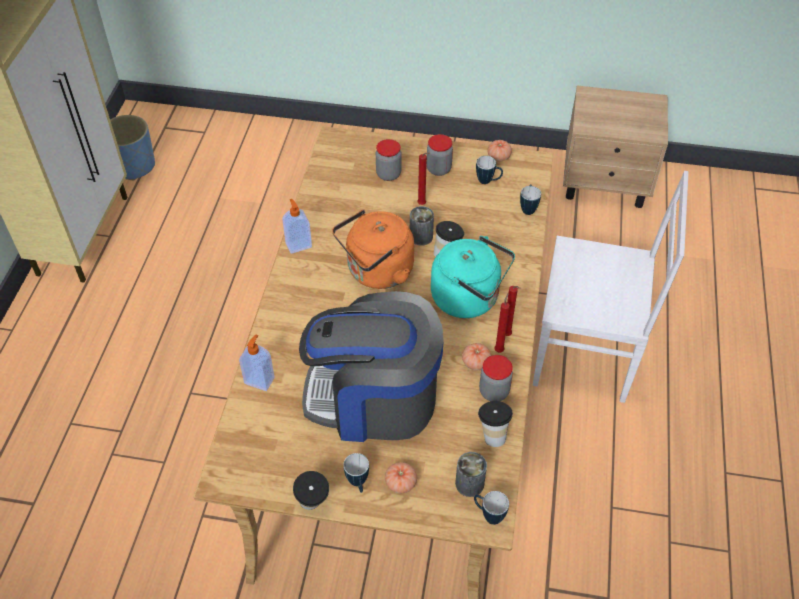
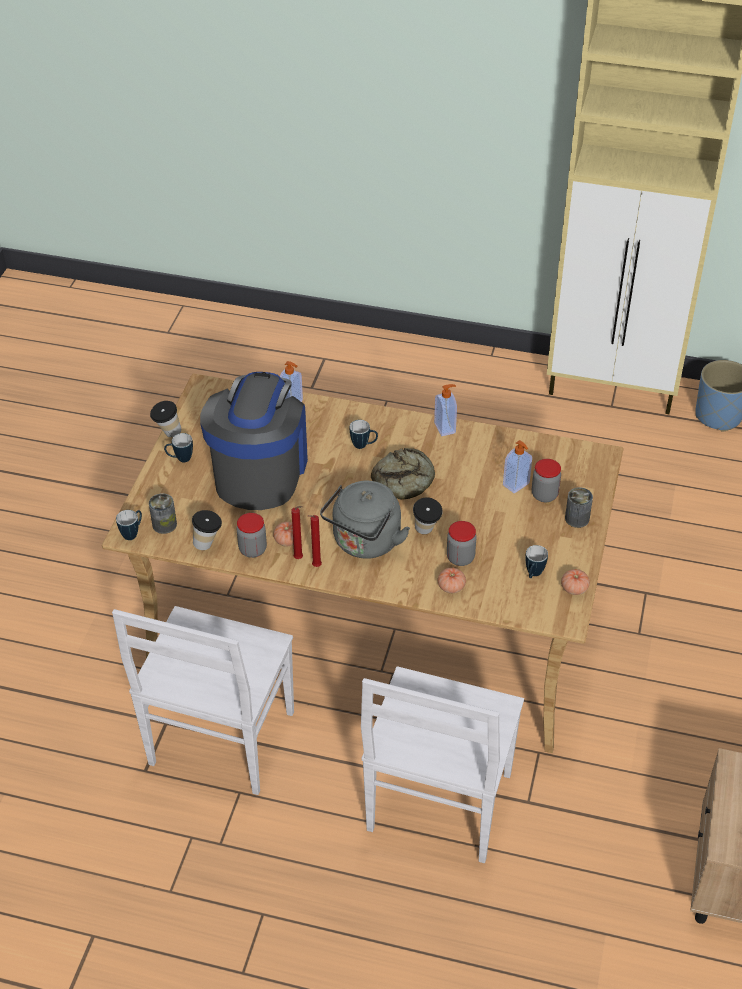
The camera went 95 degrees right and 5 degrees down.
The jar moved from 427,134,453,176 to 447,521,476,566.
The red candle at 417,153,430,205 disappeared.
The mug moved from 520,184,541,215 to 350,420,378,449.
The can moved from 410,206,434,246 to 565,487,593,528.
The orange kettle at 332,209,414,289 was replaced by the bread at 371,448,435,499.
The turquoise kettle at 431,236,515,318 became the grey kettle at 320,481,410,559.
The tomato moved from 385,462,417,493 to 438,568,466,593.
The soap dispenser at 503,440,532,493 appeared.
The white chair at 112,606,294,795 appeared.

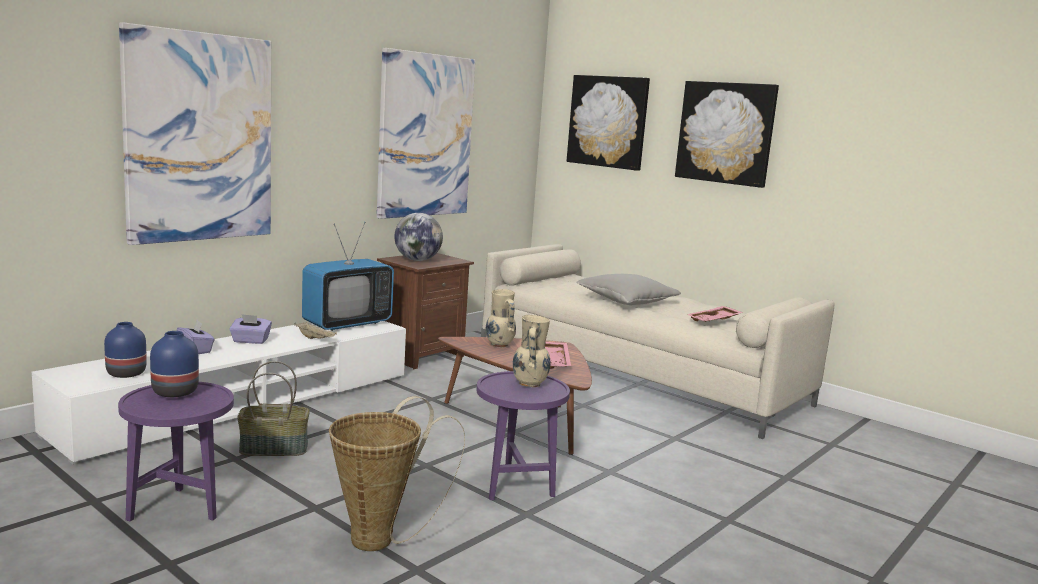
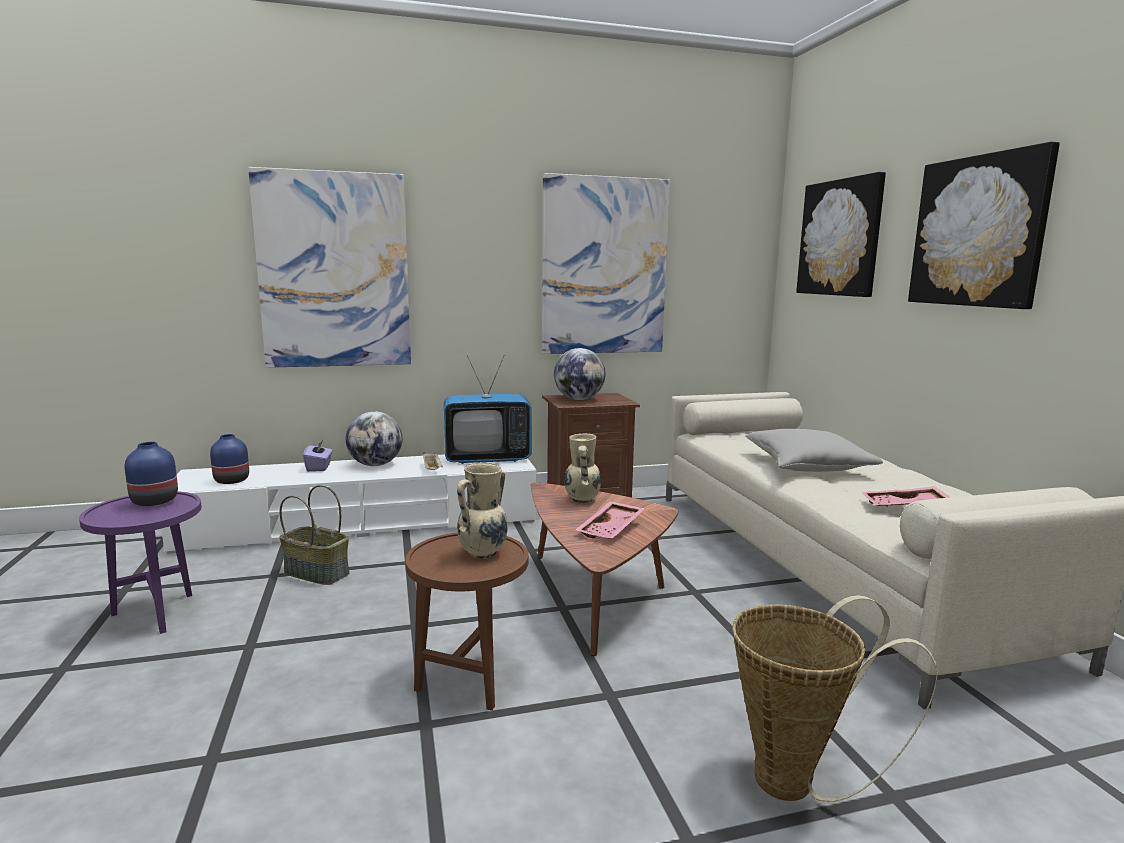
The camera went 35 degrees right and 0 degrees up.
The purple tissue box at 229,314,272,344 was replaced by the globe at 346,411,402,466.
The purple side table at 476,371,570,500 became the brown side table at 405,532,528,711.
The basket moved from 329,396,465,551 to 732,595,938,802.

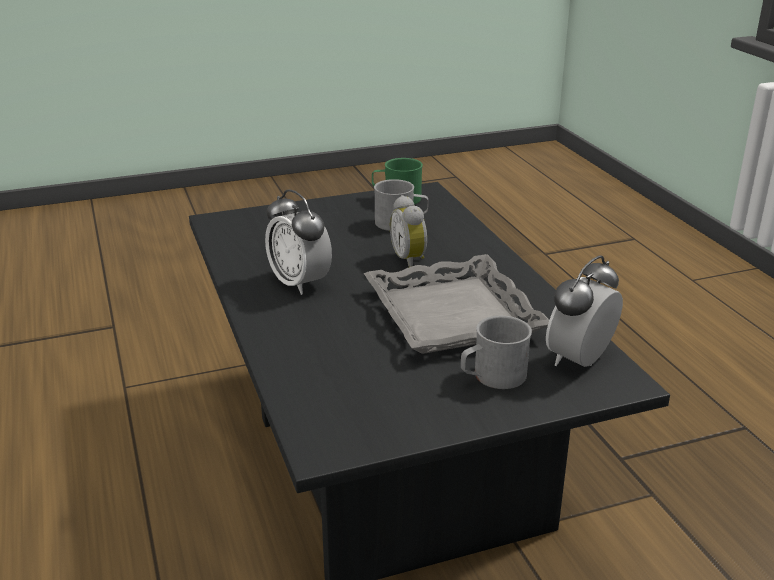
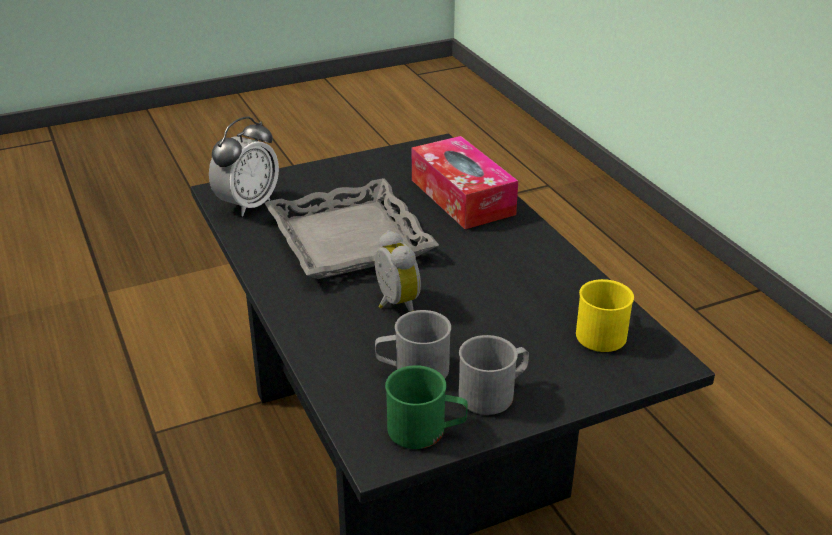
The camera went 175 degrees right and 5 degrees up.
The alarm clock at 265,190,332,295 disappeared.
The grey mug moved from 461,316,532,389 to 459,335,529,415.
The tissue box at 412,136,518,229 appeared.
The yellow mug at 576,279,634,352 appeared.

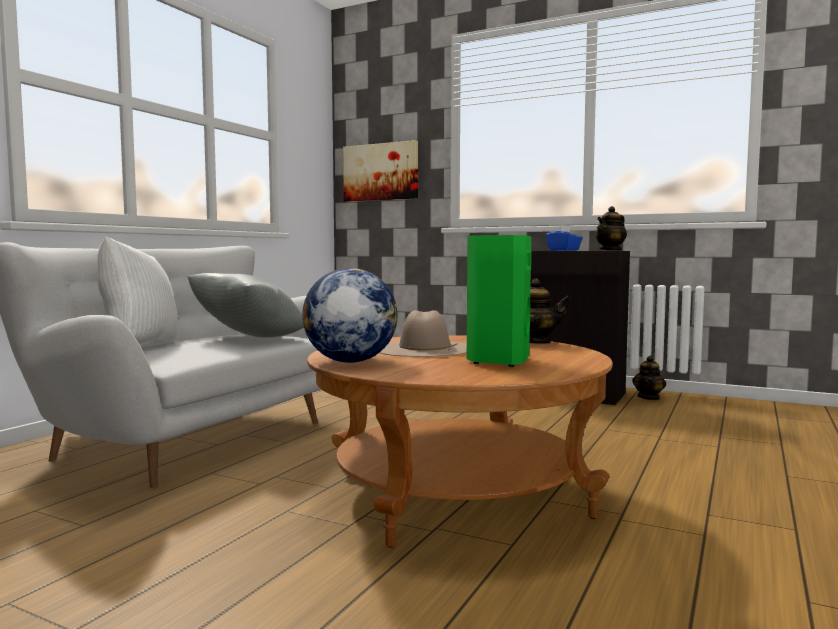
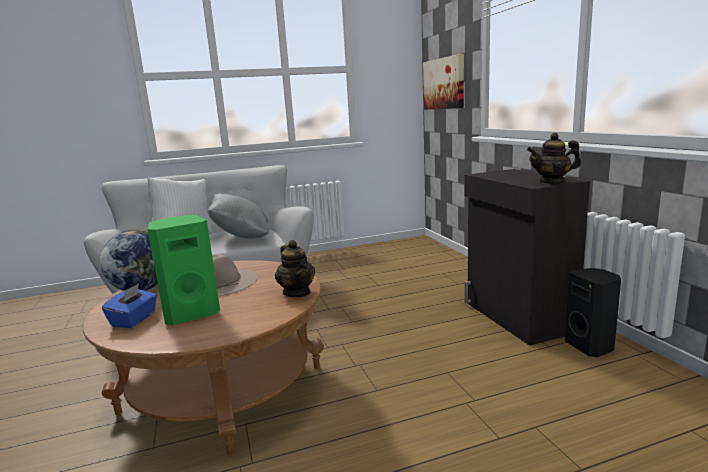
The camera went 45 degrees right and 10 degrees up.
The blue tissue box moved from 546,225,583,251 to 102,283,157,328.
The teapot at 632,355,666,400 was replaced by the black speaker at 565,268,621,357.

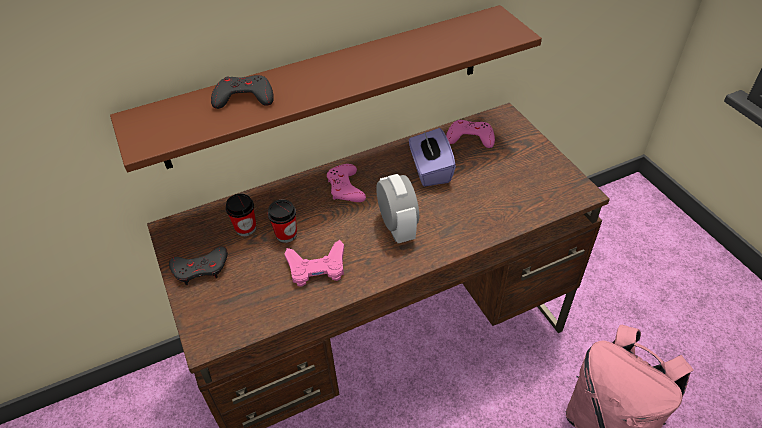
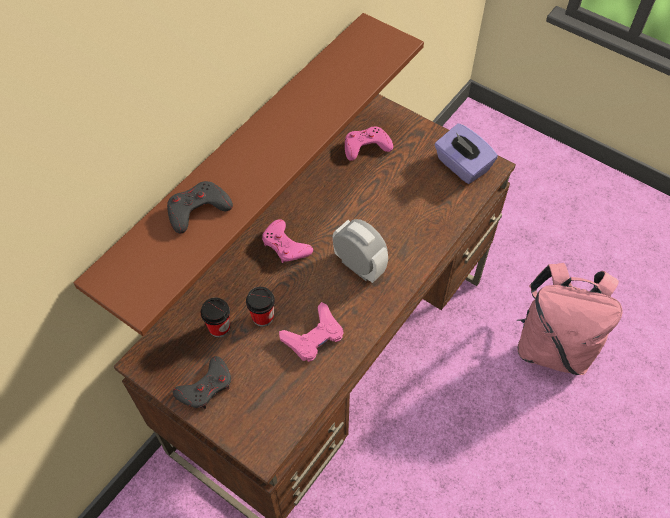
The camera went 30 degrees left and 10 degrees up.
The purple tissue box moved from 409,128,456,186 to 435,123,498,184.

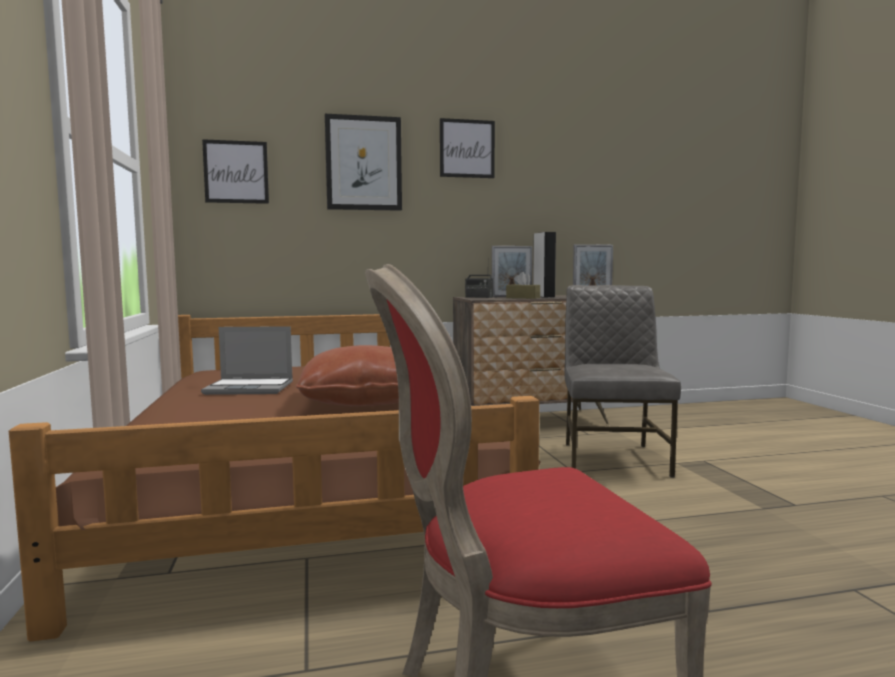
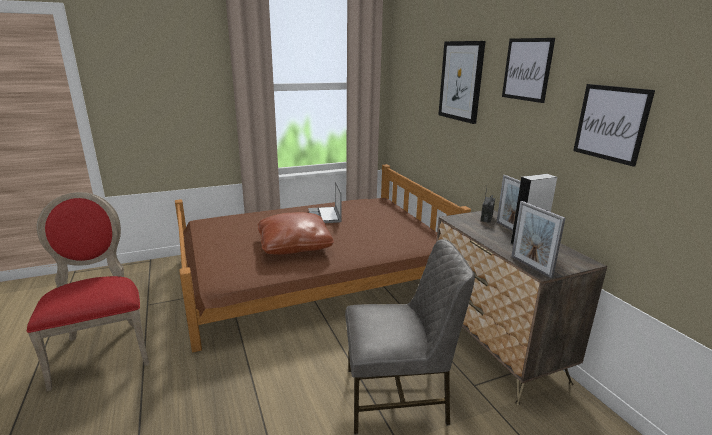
The camera went 80 degrees right and 15 degrees up.
The picture moved from 202,139,269,204 to 573,84,655,167.
The brown tissue box at 506,272,540,299 disappeared.

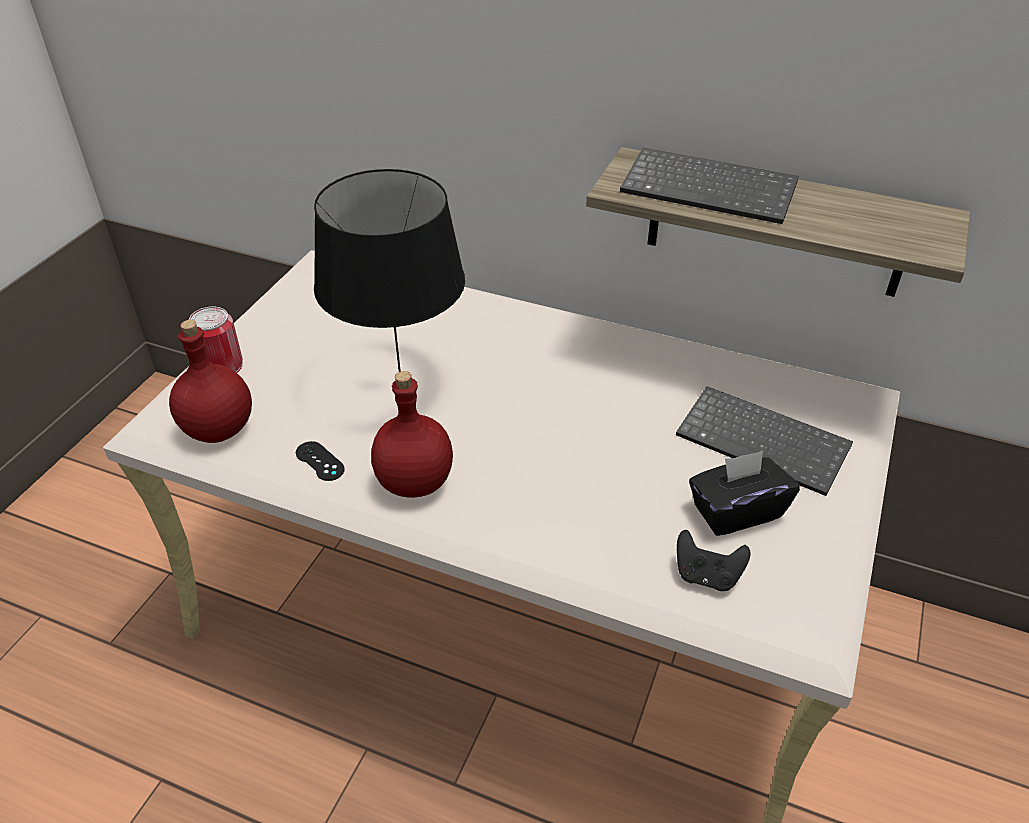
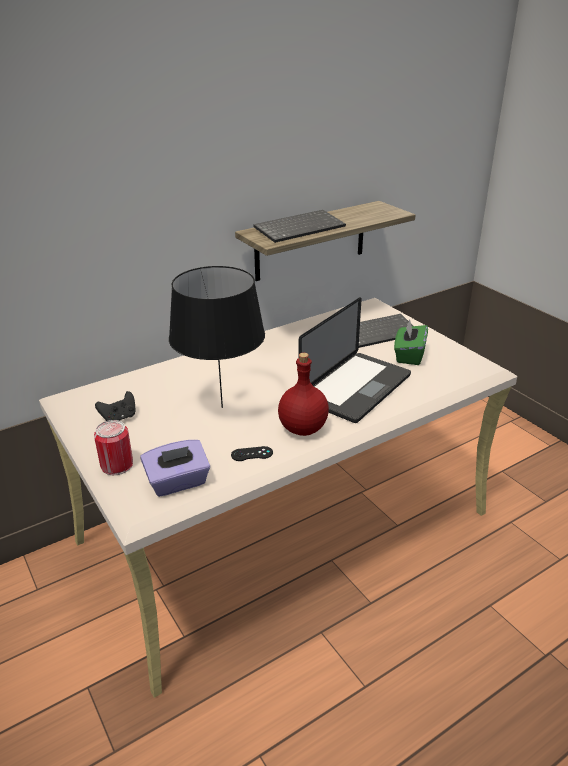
The camera went 55 degrees left and 10 degrees down.
The red bottle at 169,320,252,443 was replaced by the purple tissue box at 140,440,210,497.
The black tissue box at 689,451,800,536 became the green tissue box at 394,319,428,365.
The black game controller moved from 677,530,751,591 to 95,391,136,421.
The laptop at 298,297,411,423 appeared.

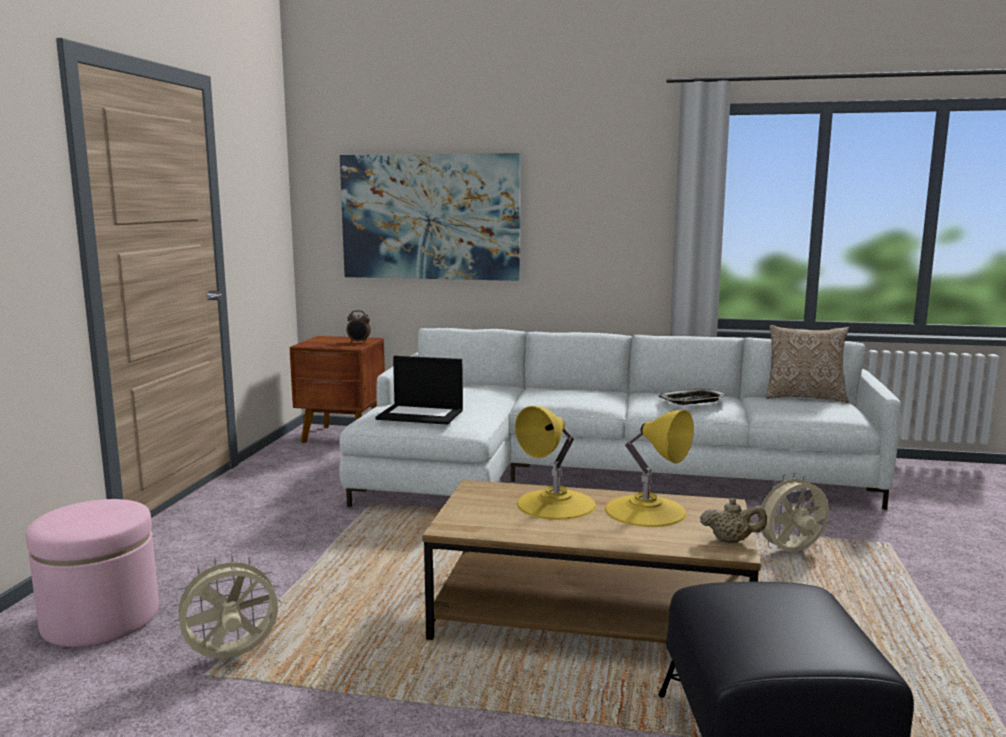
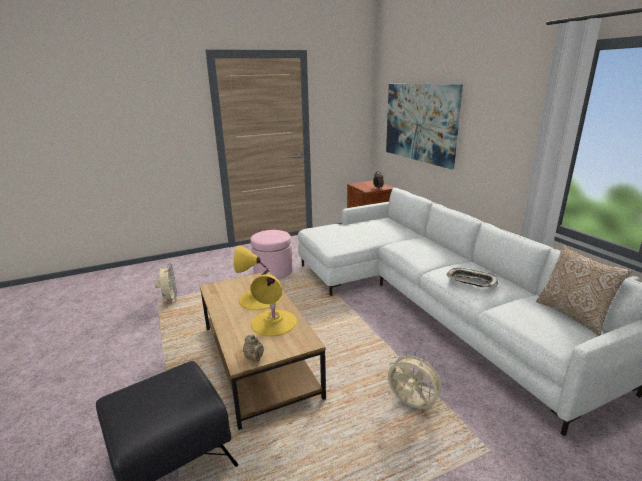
The camera went 55 degrees right and 10 degrees up.
The laptop at 375,356,463,425 disappeared.
The pink ottoman moved from 26,499,159,647 to 250,230,292,279.
The beige fan at 171,554,281,658 turned 45 degrees clockwise.

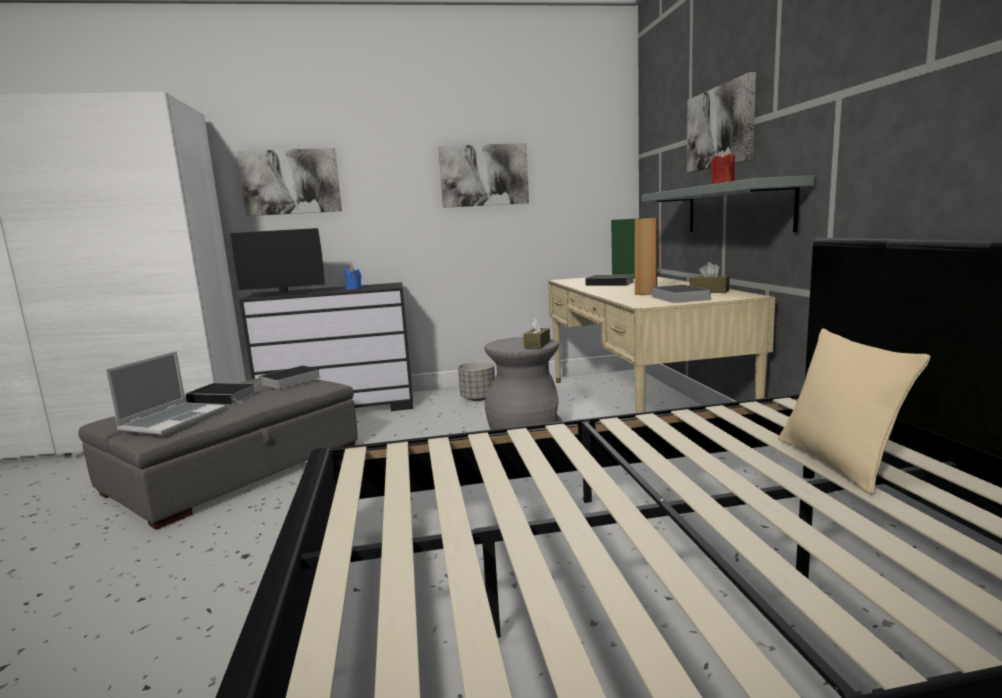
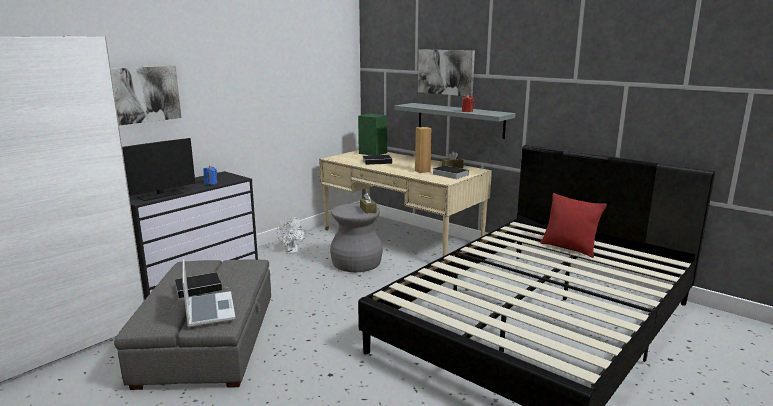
The camera went 40 degrees left and 5 degrees up.
The picture at 438,143,529,208 disappeared.
The beige pillow at 778,328,930,495 became the red pillow at 540,193,607,258.
The grey planter at 458,361,495,401 was replaced by the white fan at 277,217,306,254.
The book at 255,365,321,389 disappeared.

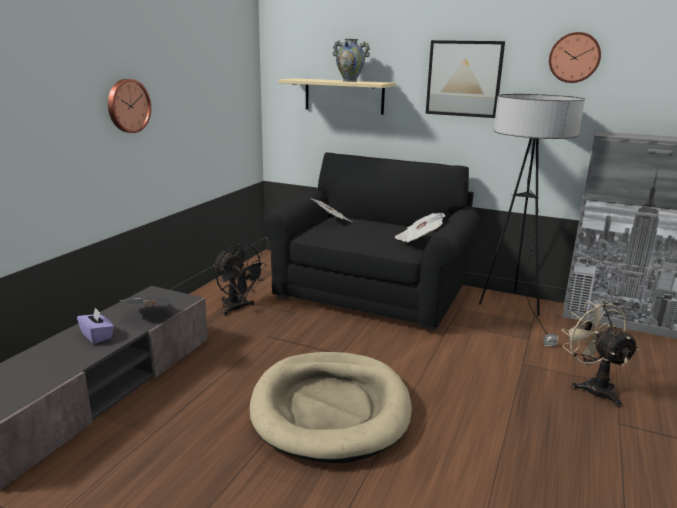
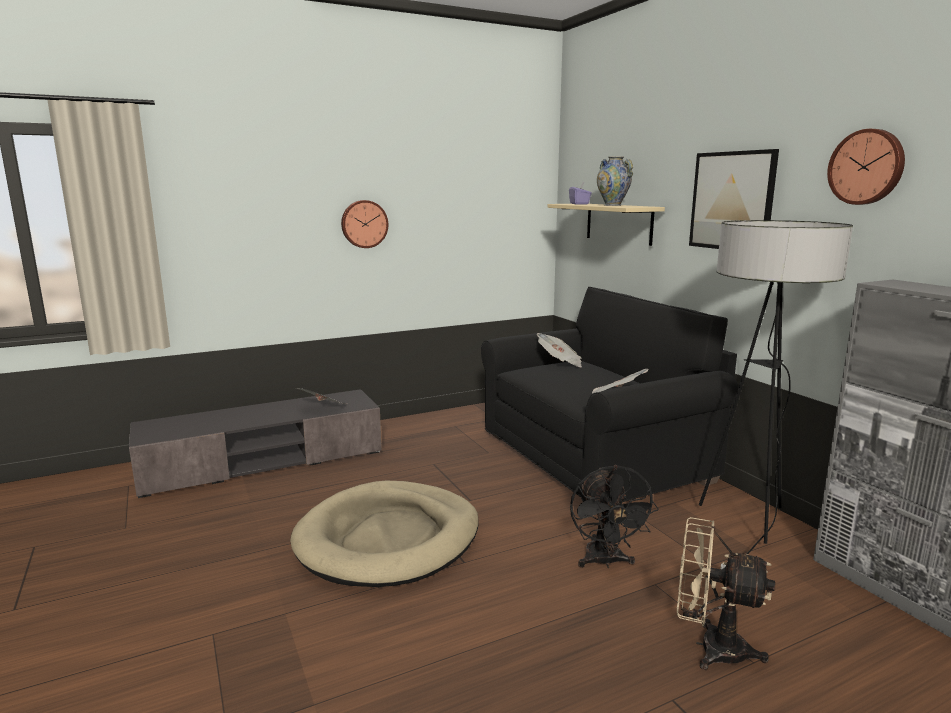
The camera went 40 degrees right and 5 degrees down.
The black fan moved from 213,244,267,315 to 570,465,659,569.
The beige fan at 562,299,639,407 turned 90 degrees counterclockwise.
The purple tissue box moved from 77,308,114,344 to 569,182,592,204.

